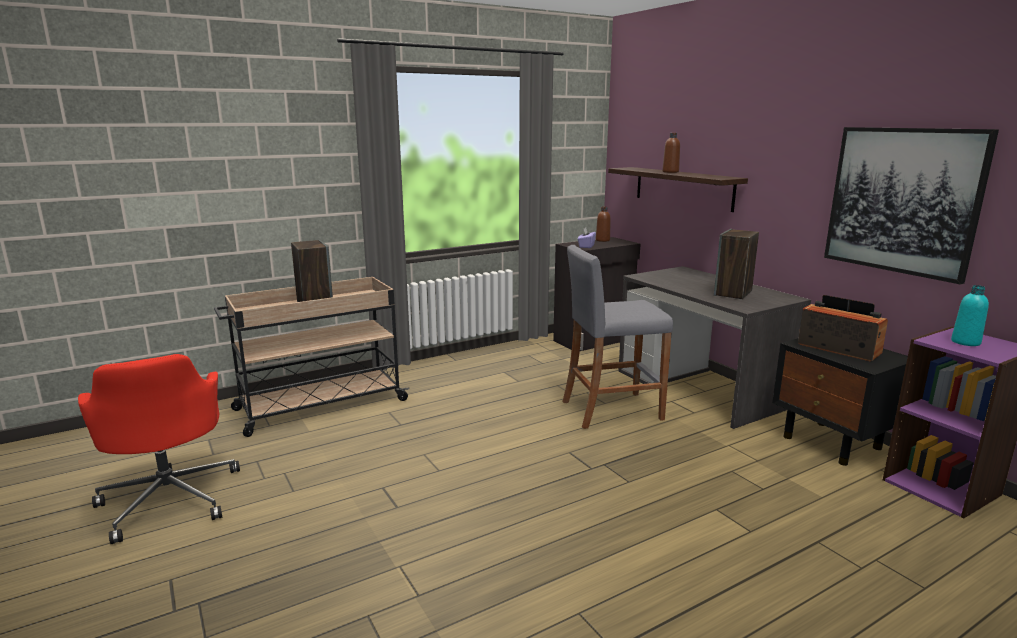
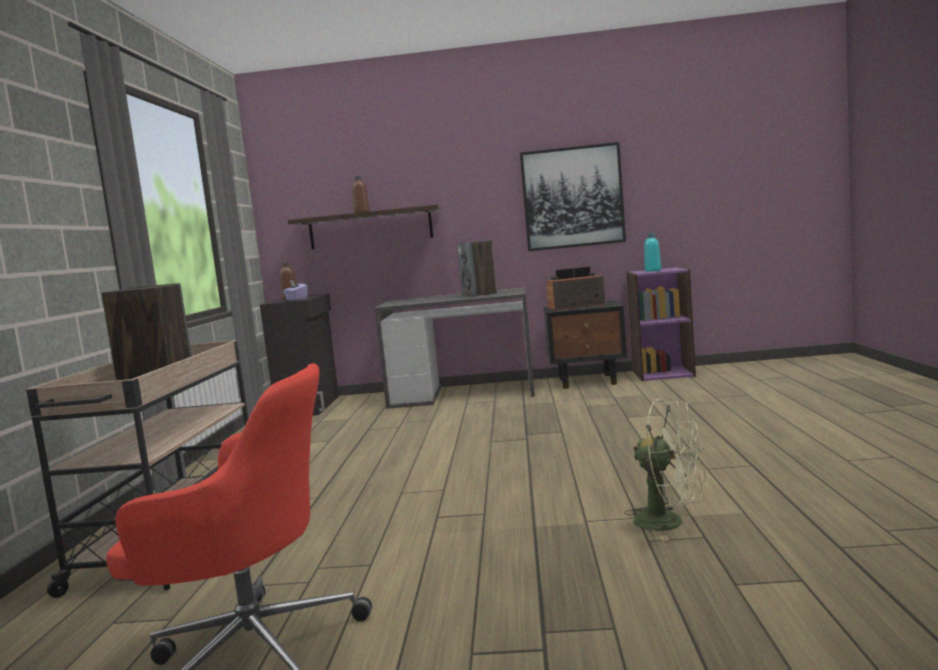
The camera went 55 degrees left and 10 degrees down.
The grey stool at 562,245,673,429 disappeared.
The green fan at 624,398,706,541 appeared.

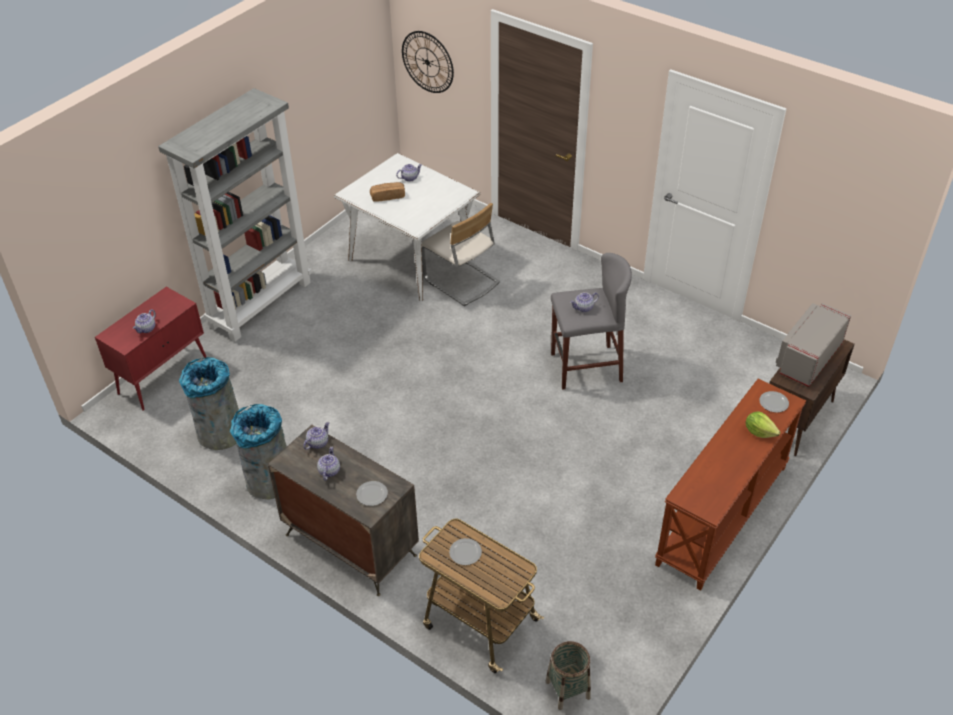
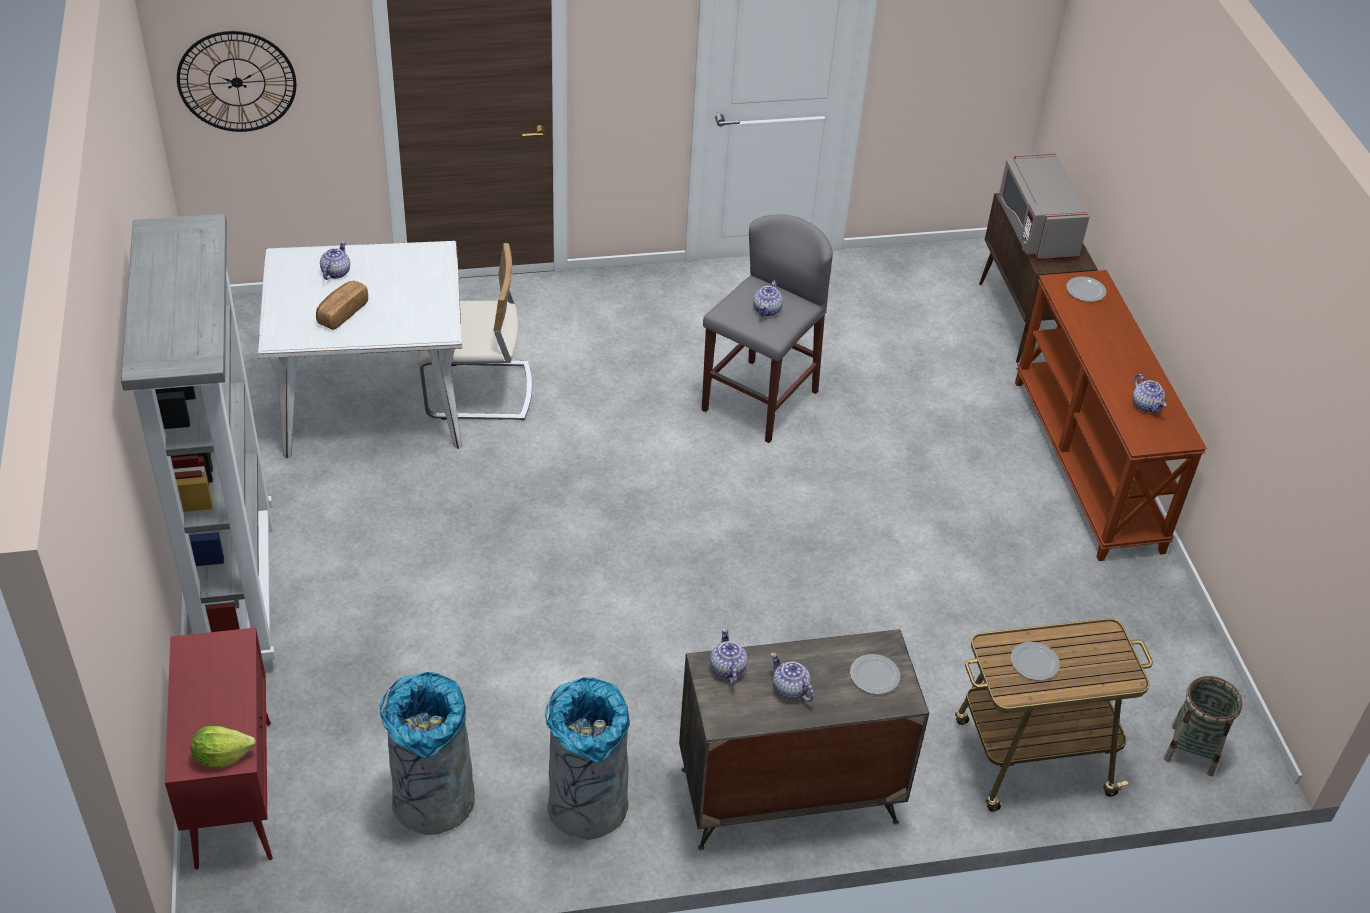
The camera went 50 degrees left and 0 degrees up.
The teapot moved from 133,309,156,333 to 1133,374,1167,414.
The lettuce moved from 745,411,780,438 to 190,726,256,767.

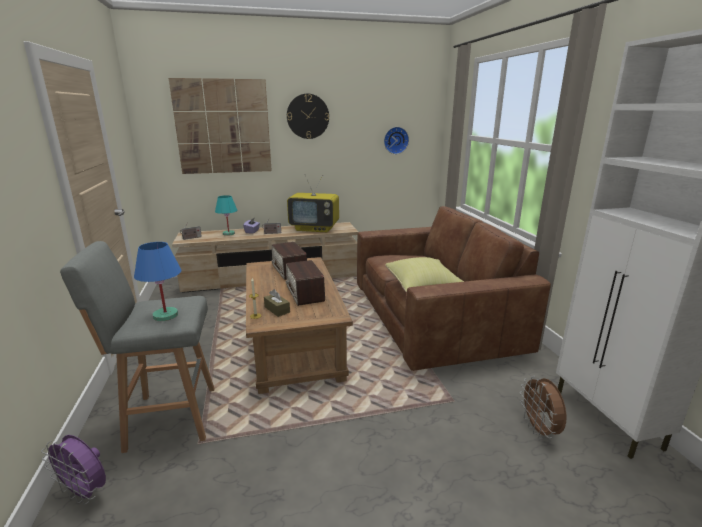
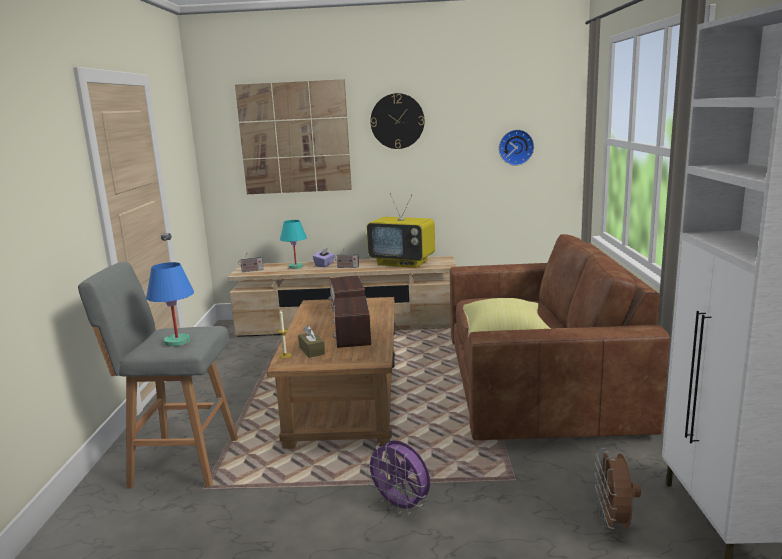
The camera went 15 degrees right and 5 degrees down.
The purple fan moved from 41,435,106,505 to 364,440,430,514.

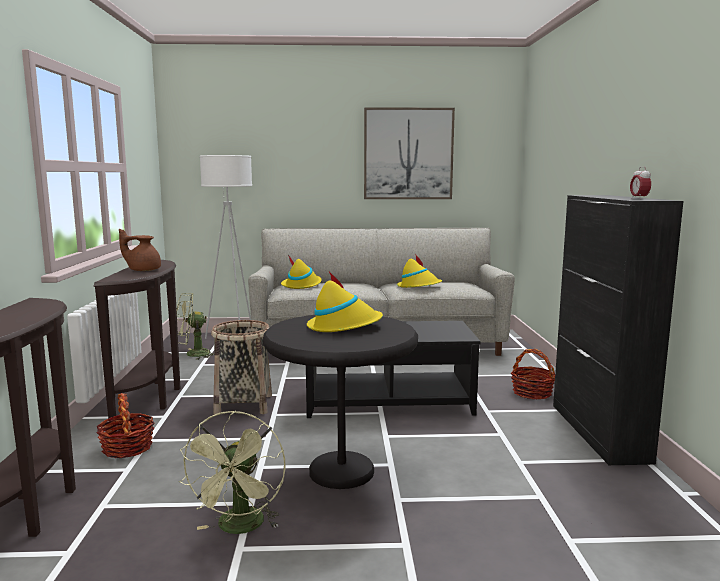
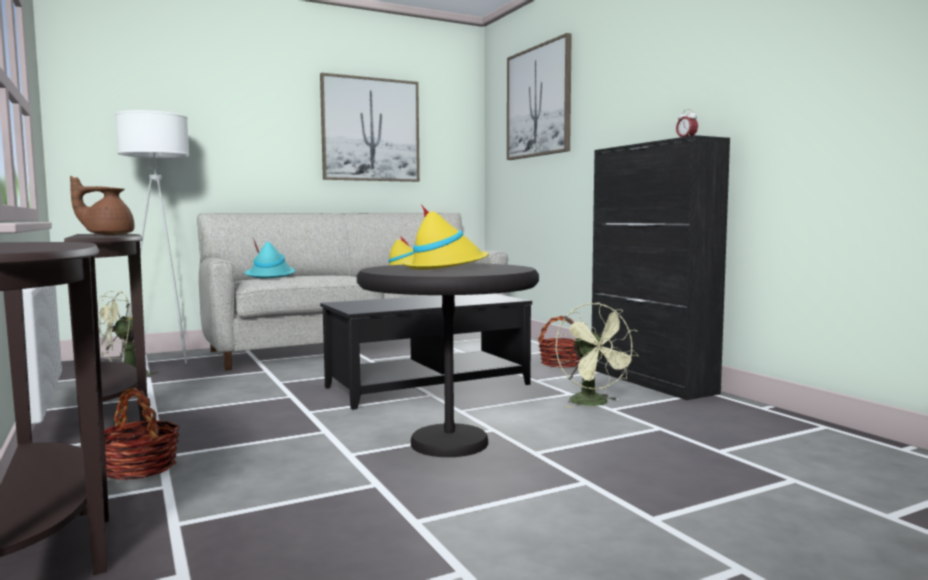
The camera went 25 degrees left and 5 degrees down.
The yellow hat at 281,255,322,289 became the turquoise hat at 244,238,295,278.
The basket at 211,320,272,415 disappeared.
The green fan moved from 179,410,286,534 to 556,303,639,408.
The picture at 507,33,572,160 appeared.

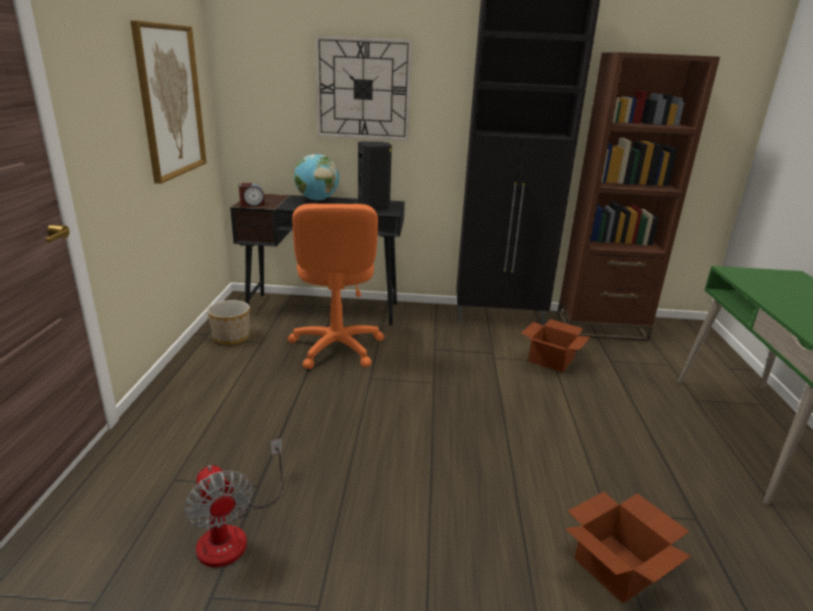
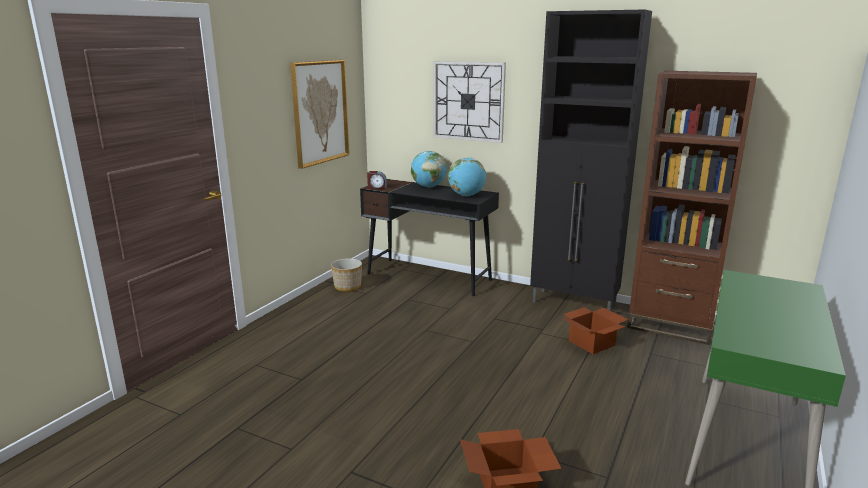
The camera went 25 degrees right and 5 degrees down.
The black speaker at 358,141,392,210 was replaced by the globe at 448,157,486,196.
The orange office chair at 288,204,384,369 disappeared.
The fan at 184,439,283,567 disappeared.

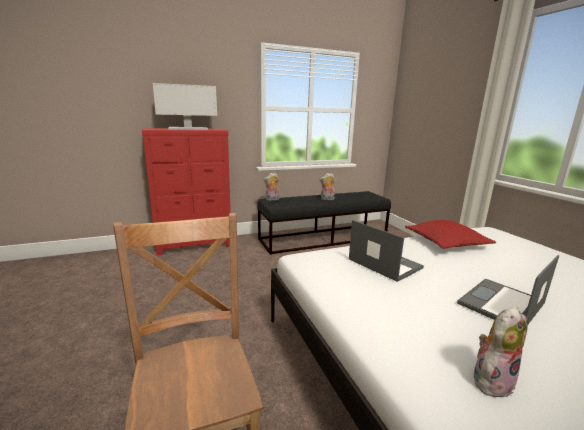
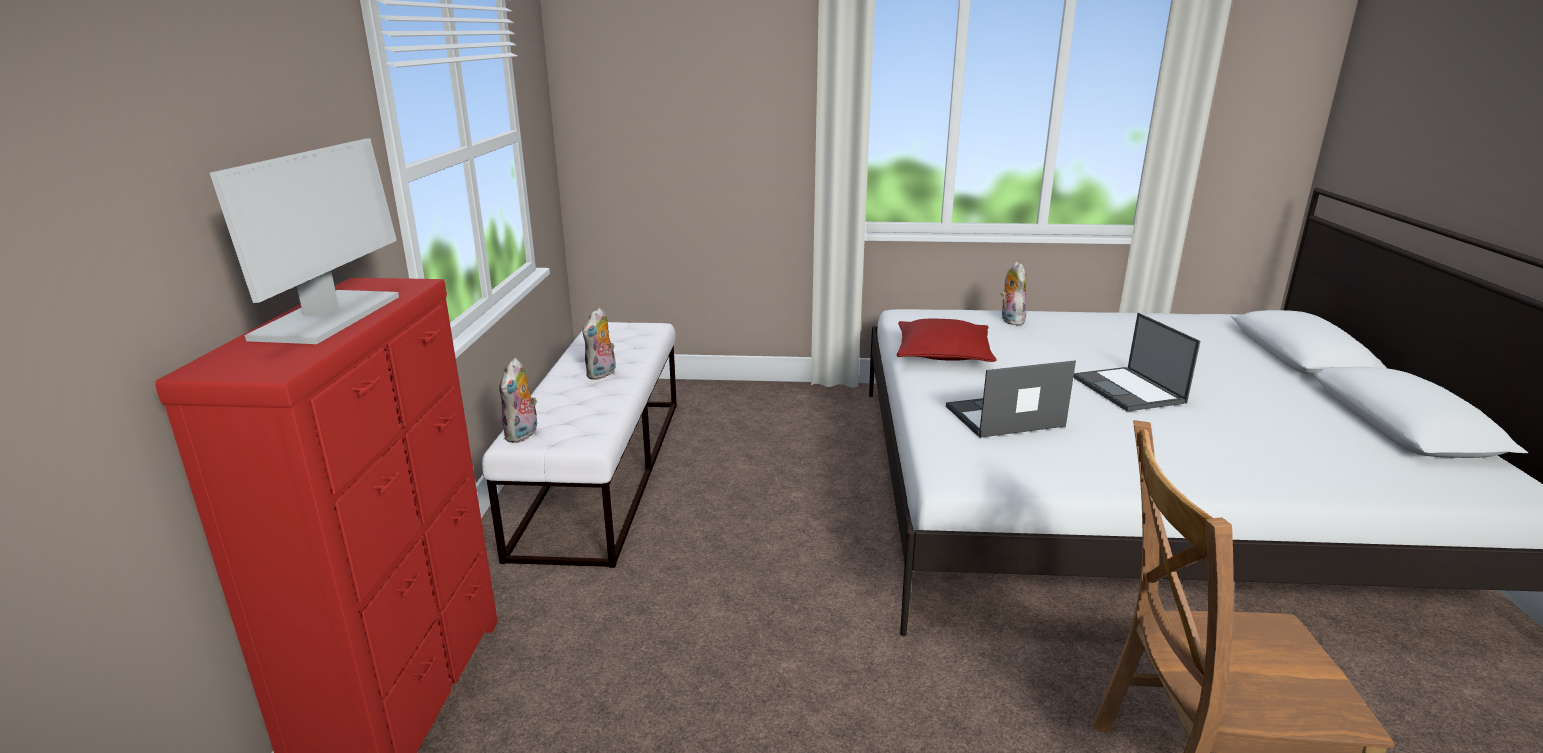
The camera went 65 degrees left and 5 degrees up.
The black bench at 257,191,391,255 became the white bench at 482,322,677,568.
The plush toy moved from 473,306,528,399 to 1000,262,1026,326.

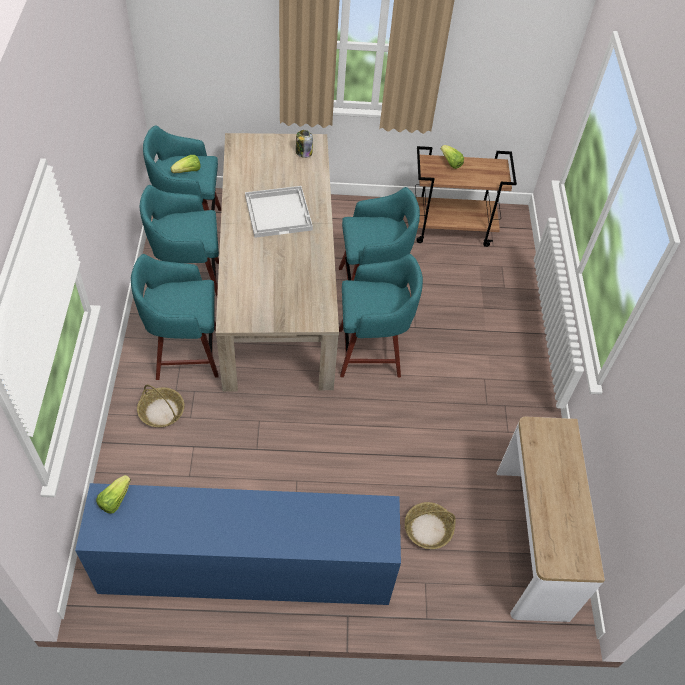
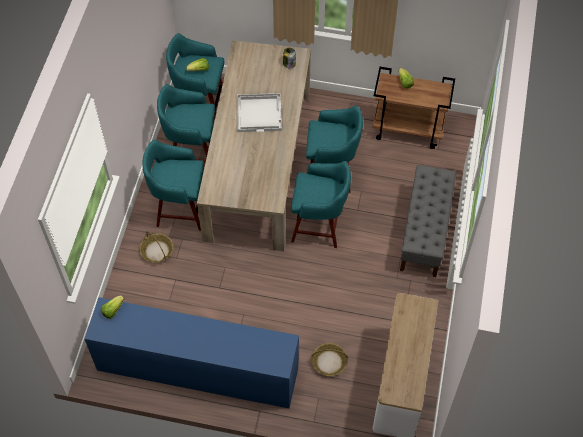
The camera went 15 degrees right and 5 degrees up.
The grey bench at 400,165,456,277 appeared.

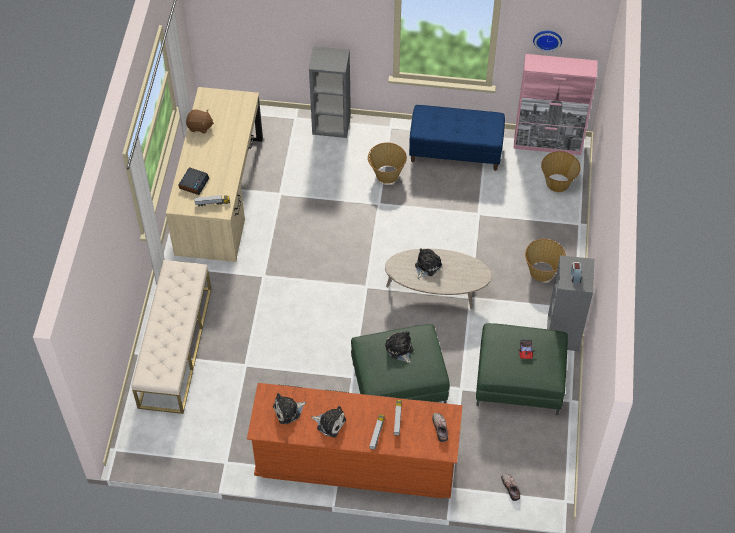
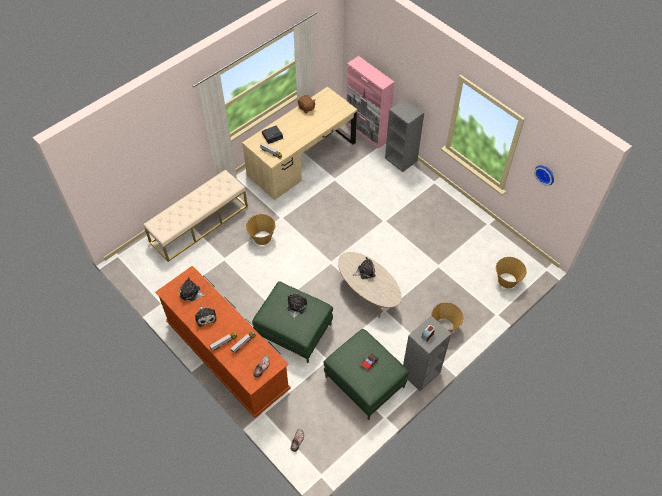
The camera went 40 degrees right and 0 degrees up.
The pink cabinet moved from 513,54,598,155 to 346,56,394,149.
The blue bench at 409,105,505,171 disappeared.
The basket moved from 368,142,407,184 to 246,214,275,245.

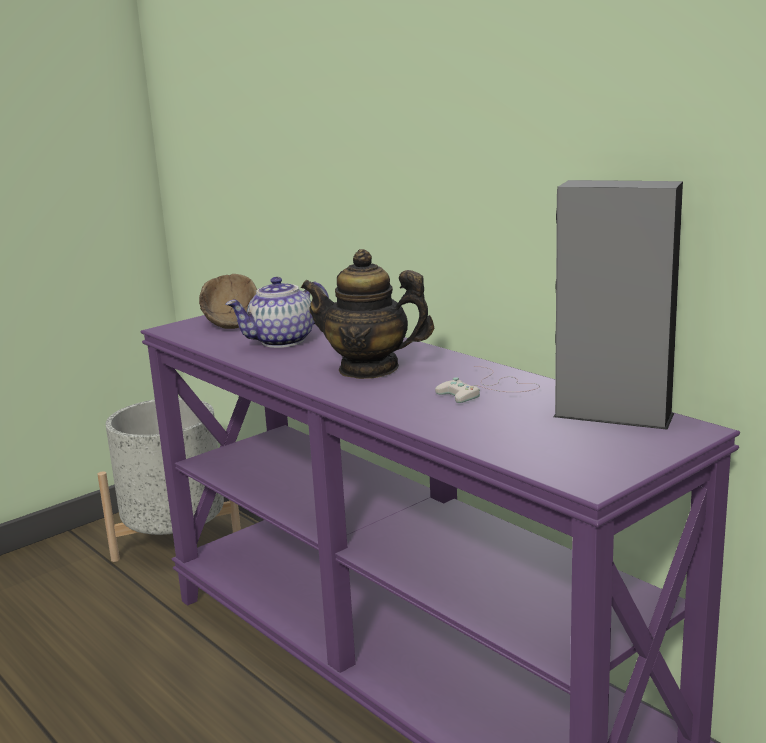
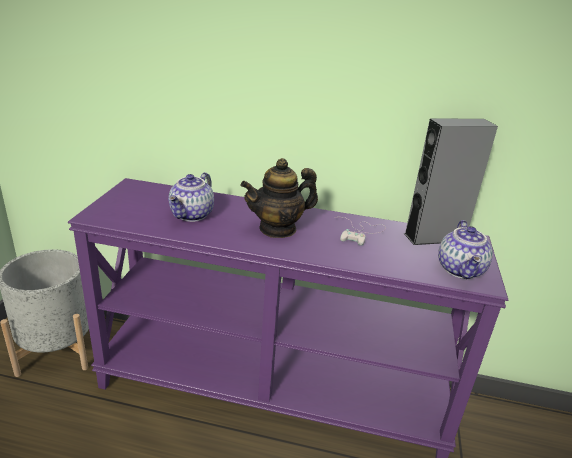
The camera went 40 degrees left and 10 degrees up.
The brown bowl at 199,274,257,329 disappeared.
The teapot at 438,220,493,279 appeared.

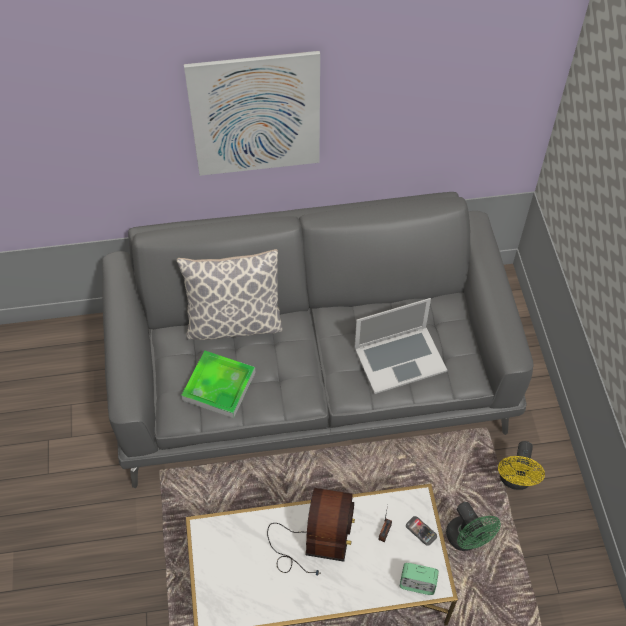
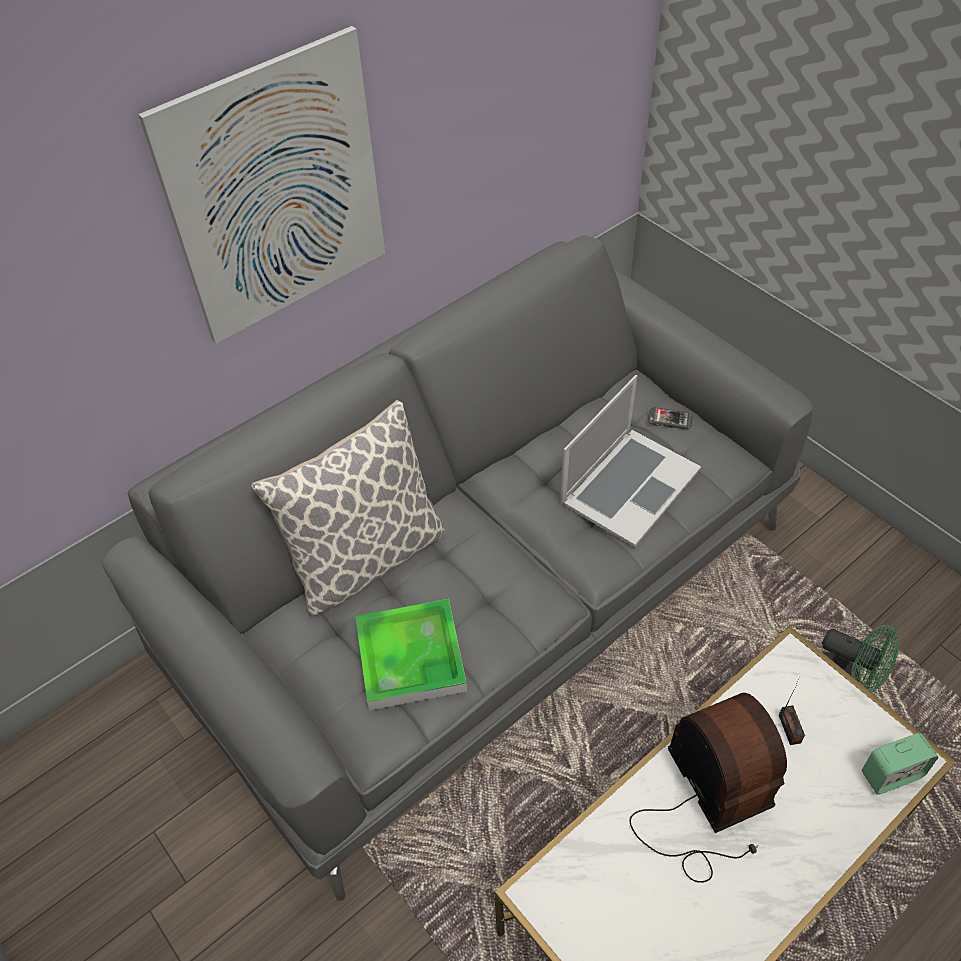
The camera went 30 degrees left and 5 degrees down.
The yellow fan at 498,441,545,490 disappeared.
The phone moved from 406,516,437,546 to 648,407,693,429.

